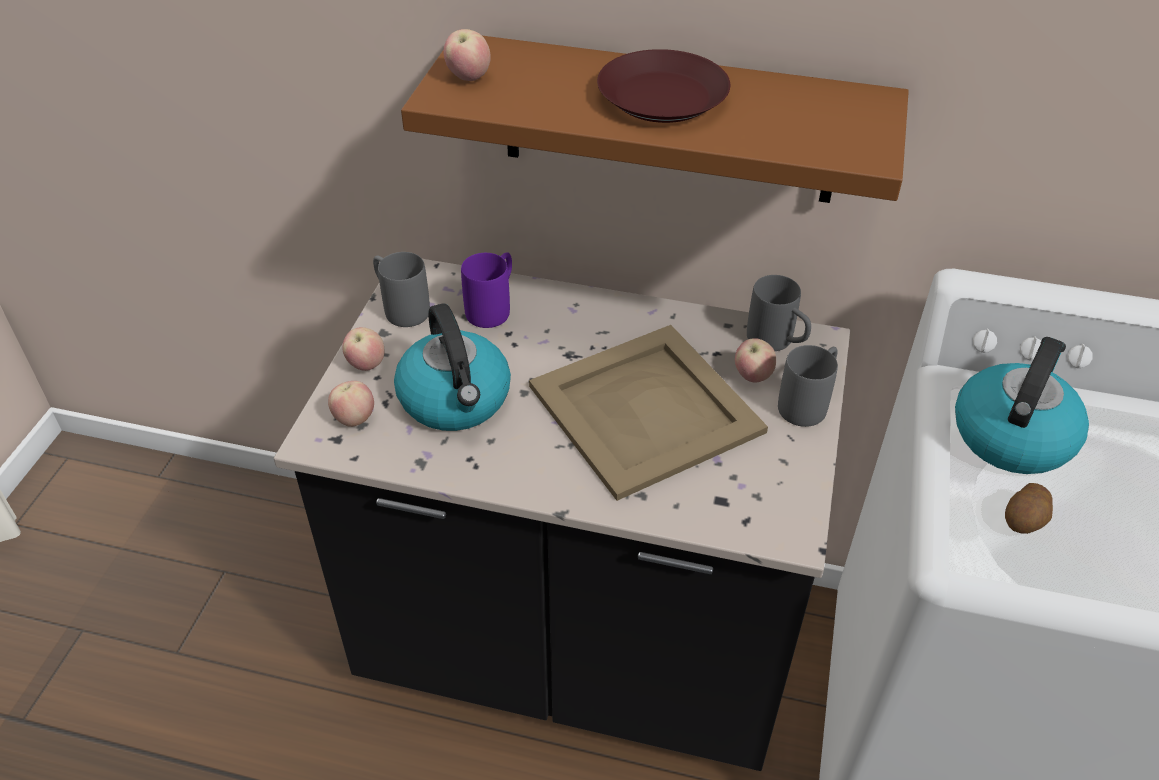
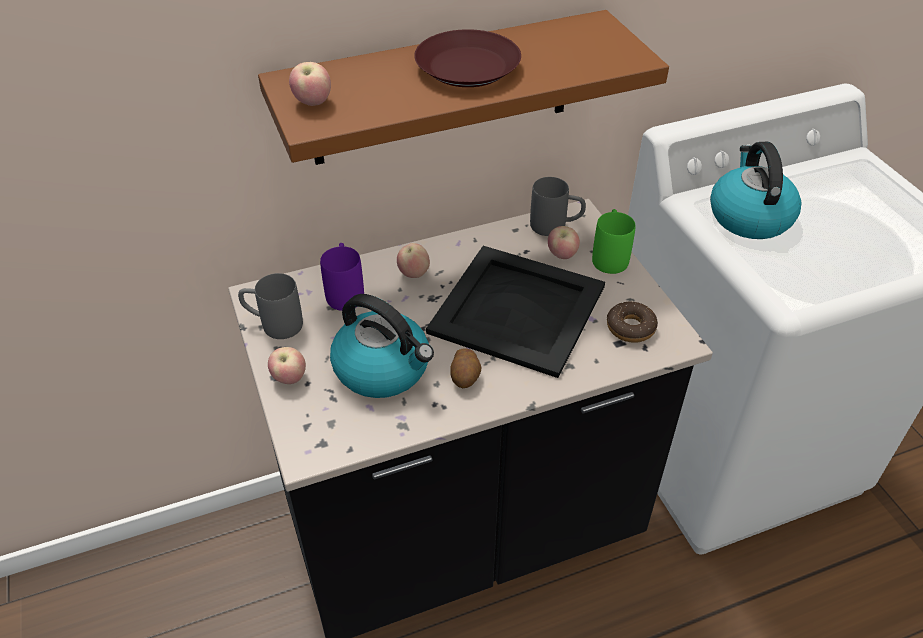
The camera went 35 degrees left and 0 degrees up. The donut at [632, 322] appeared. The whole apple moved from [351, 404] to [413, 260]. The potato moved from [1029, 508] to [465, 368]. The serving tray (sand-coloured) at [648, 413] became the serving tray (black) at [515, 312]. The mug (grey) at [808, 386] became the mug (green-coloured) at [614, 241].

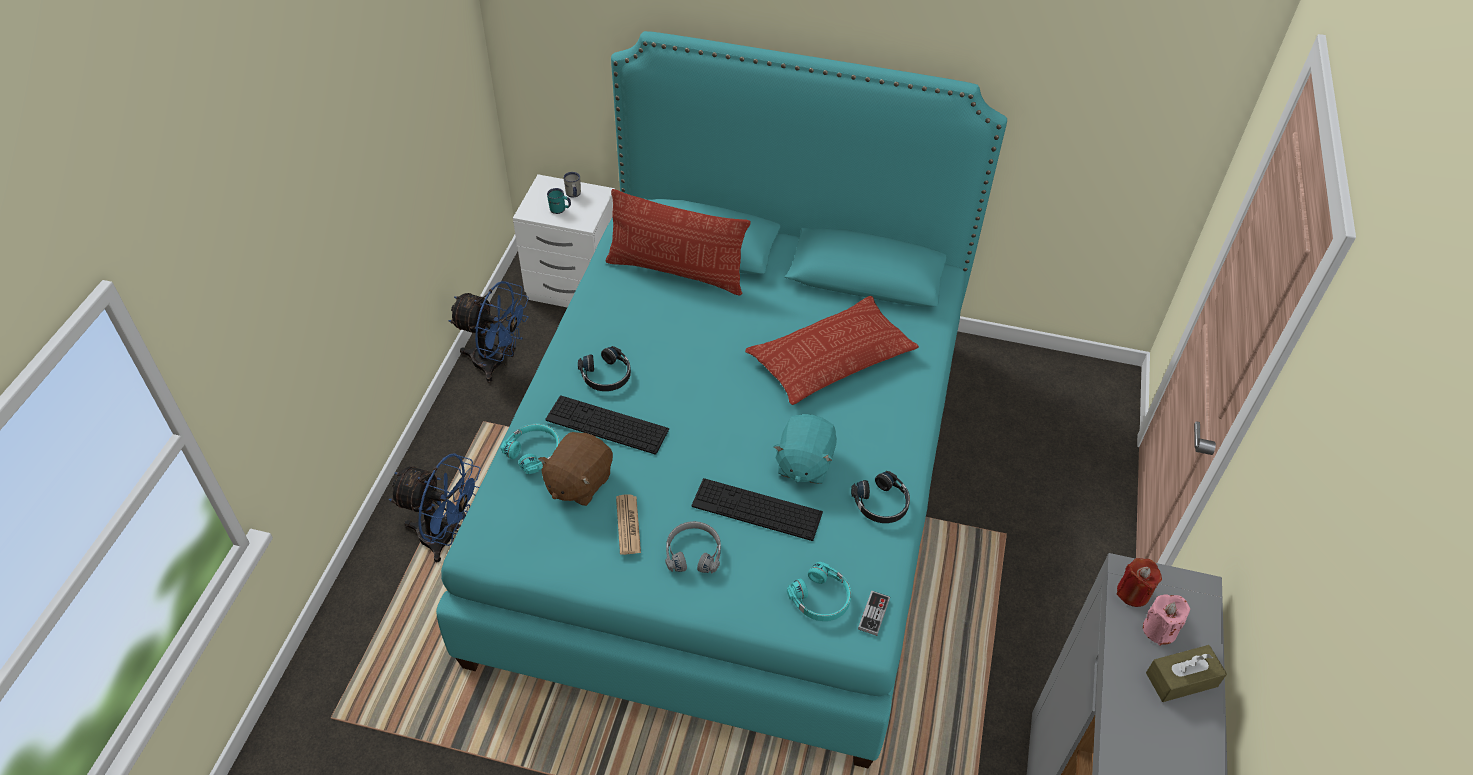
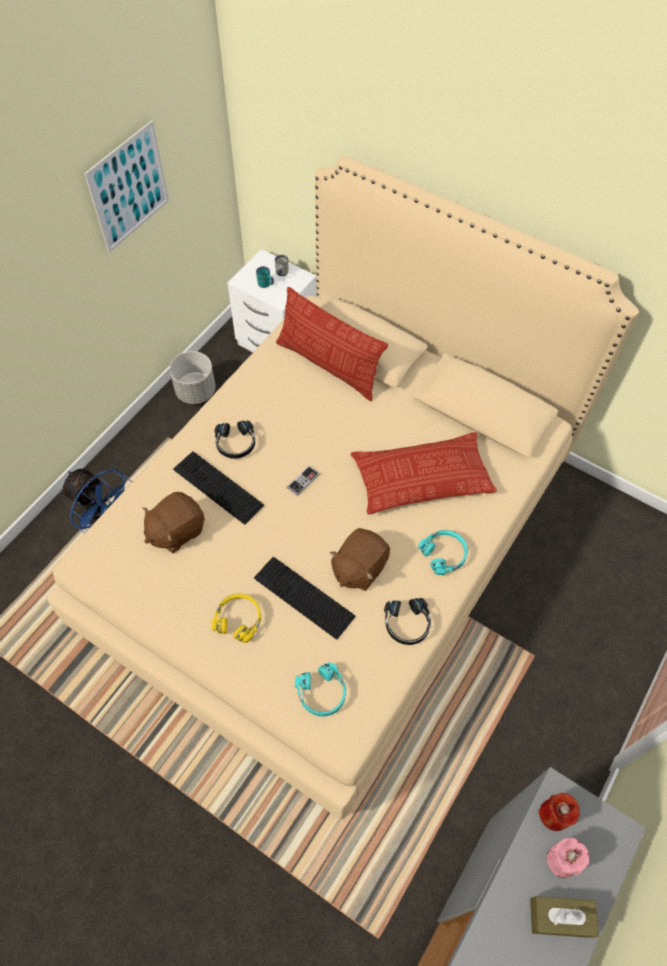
The camera went 20 degrees right and 10 degrees up. The printed paper at [628, 524] disappeared. The wall picture at [126, 186] appeared. The pair of headphones (turquoise) moved from [530, 449] to [443, 552]. The game controller moved from [874, 613] to [303, 481]. The cooling fan (bluish) at [488, 332] was replaced by the flower pot (grey) at [192, 377]. The sleeping bed (turquoise) at [721, 399] became the sleeping bed (sand-coloured) at [343, 488]. The pair of headphones (grey) at [693, 547] became the pair of headphones (yellow-coloured) at [236, 618]. The soft toy (turquoise) at [805, 449] became the soft toy (brown-coloured) at [360, 559].

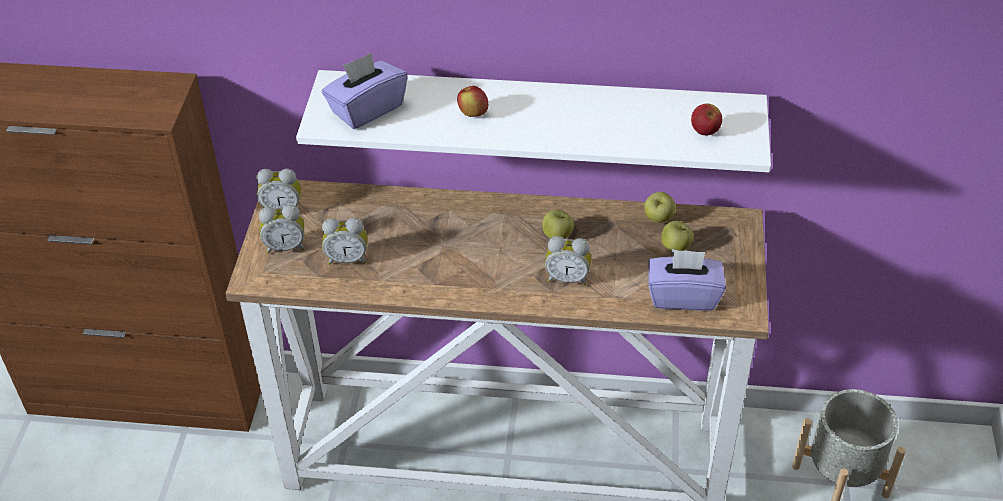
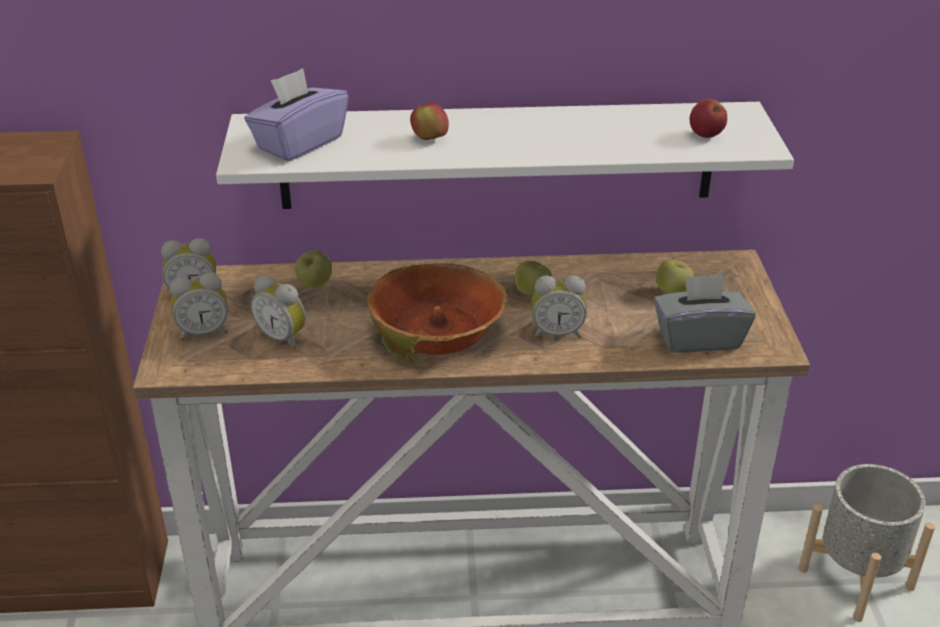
The camera went 10 degrees left and 10 degrees down. The bowl at [438, 312] appeared. The whole apple moved from [660, 207] to [313, 268]. The tissue box (purple) at [687, 280] became the tissue box (grey) at [705, 314]. The bedside clock at [344, 241] turned 45 degrees clockwise.

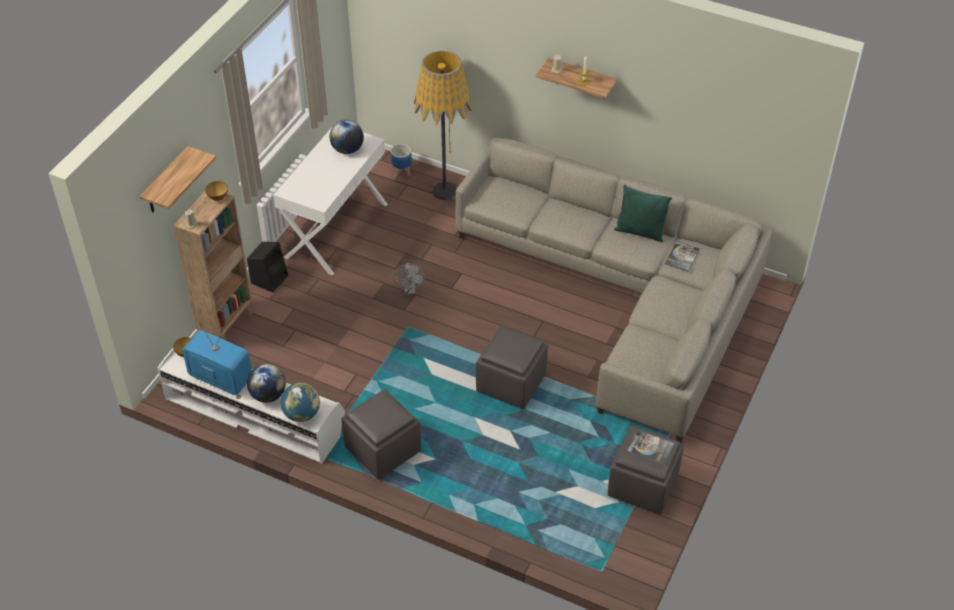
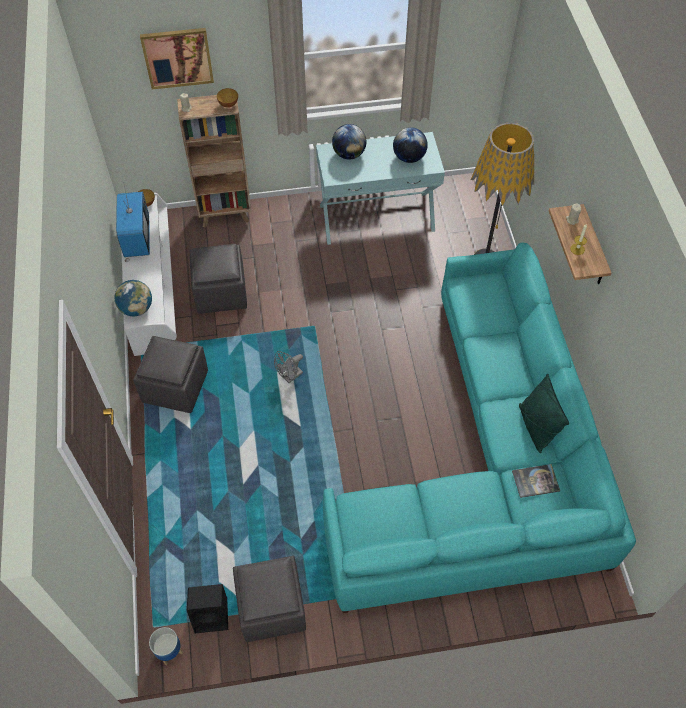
The camera went 55 degrees right and 10 degrees up. The bound book at [651, 447] disappeared. The loudspeaker (black) moved from [267, 267] to [207, 608]. The desk globe moved from [266, 383] to [349, 141]. The flower pot moved from [401, 160] to [166, 646]. The cooling fan (grey) moved from [409, 279] to [288, 367]. The ottoman (grey) moved from [512, 367] to [218, 279]. The shelf at [177, 179] was replaced by the wall picture at [177, 58]. The console table (white) at [330, 199] became the console table (turquoise) at [380, 188]. The sofa (grey) at [613, 290] became the sofa (turquoise) at [479, 428].

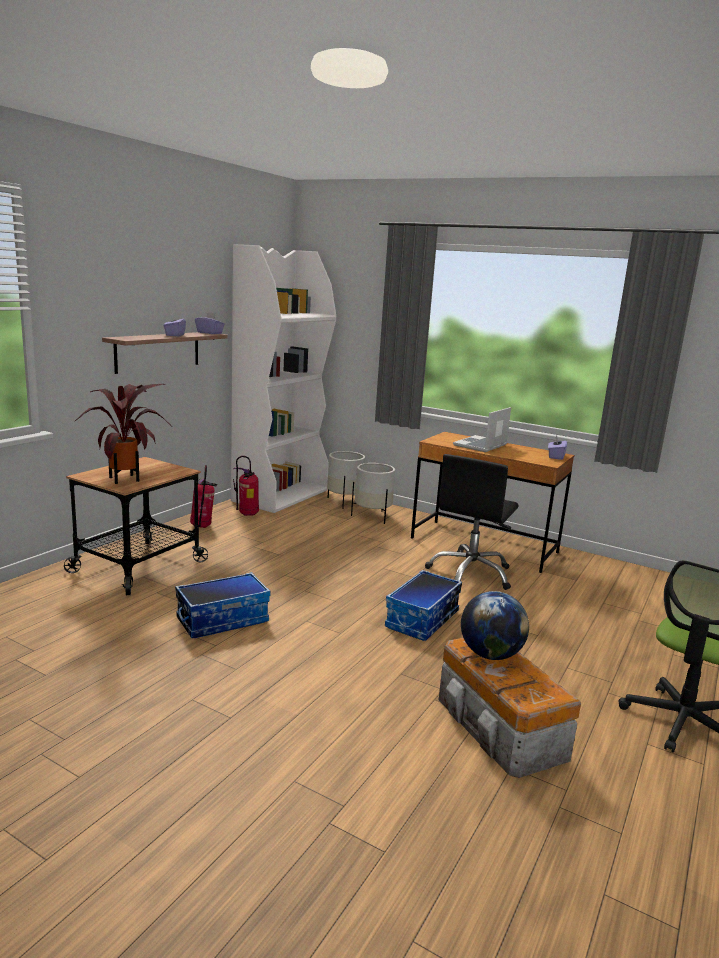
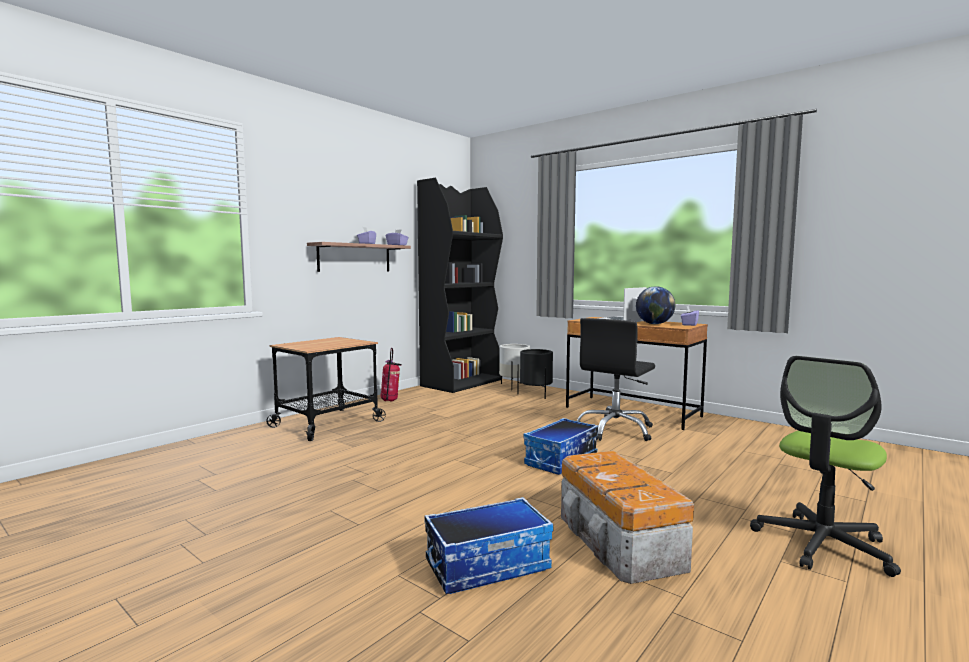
The camera went 10 degrees right and 10 degrees down. The houseplant at [121, 434] disappeared. The fire extinguisher at [246, 486] disappeared. The storage container moved from [222, 605] to [488, 545]. The desk globe moved from [495, 625] to [655, 305]. The bookshelf (white) at [283, 378] became the bookshelf (black) at [460, 285]. The flower pot (white) at [373, 493] became the flower pot (black) at [535, 374].

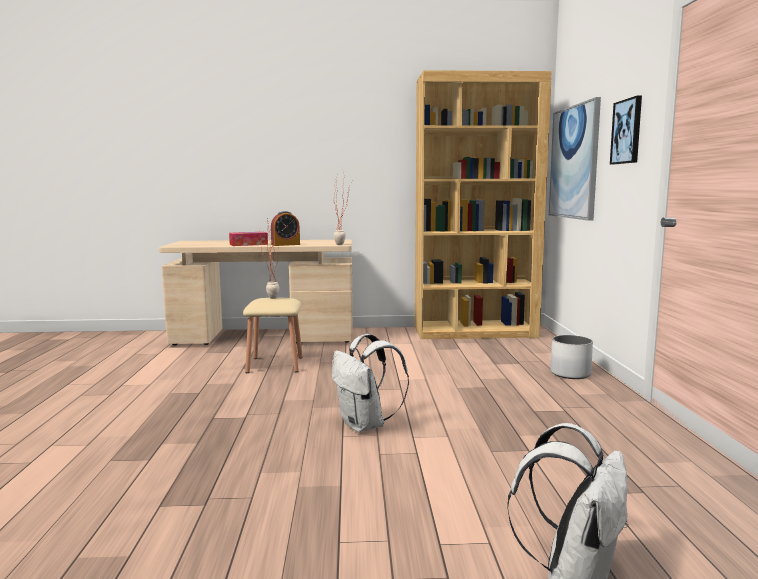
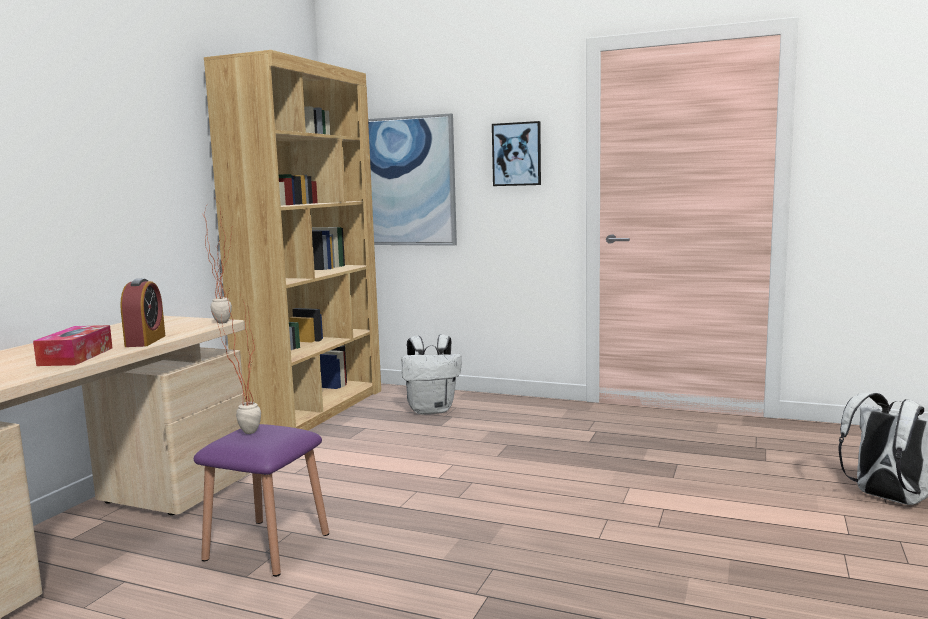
The camera went 65 degrees left and 0 degrees up. The flower pot (white) at [571, 357] disappeared. The rucksack (white) moved from [370, 383] to [431, 374]. The stool (sand-coloured) at [273, 335] became the stool (purple) at [261, 500].

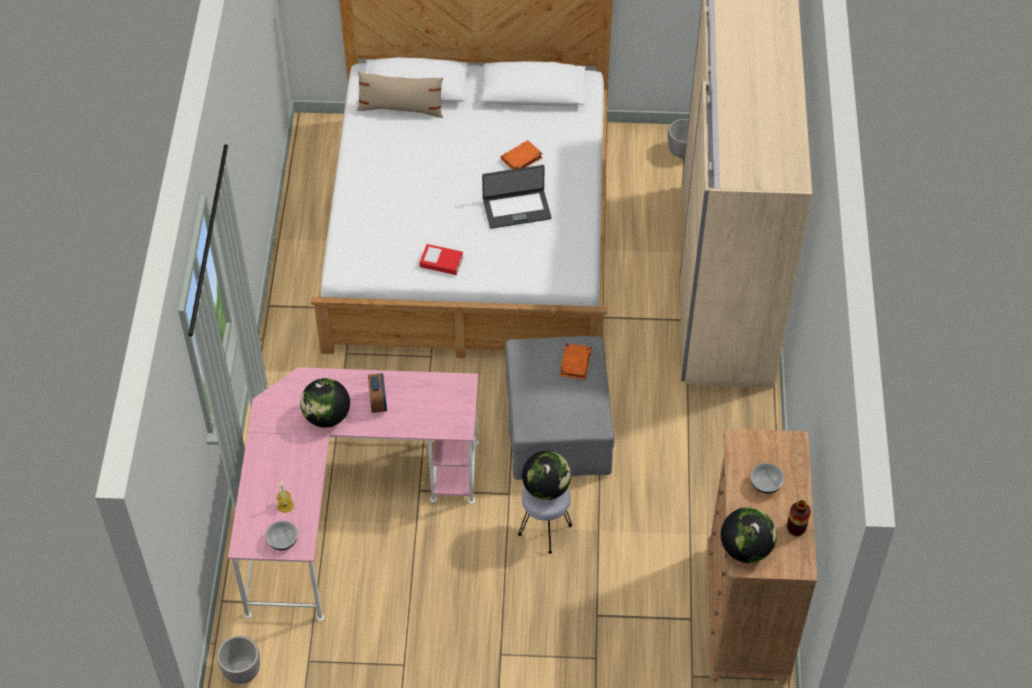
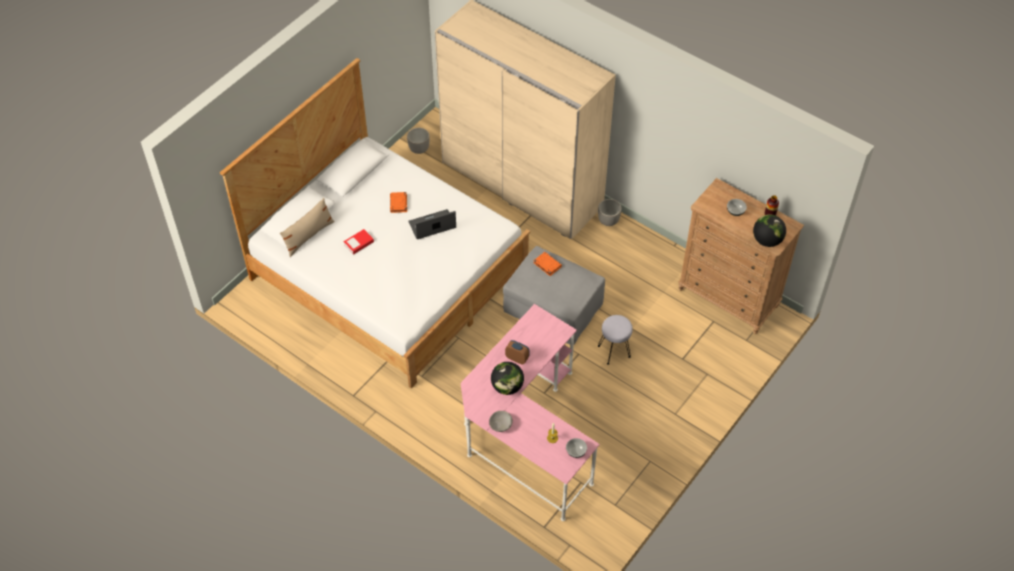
The camera went 55 degrees left and 0 degrees up. The desk globe at [546, 475] disappeared. The bowl (grey) at [501, 421] appeared. The flower pot moved from [238, 660] to [610, 212]. The bound book moved from [441, 259] to [358, 242]. The notebook computer at [517, 197] turned 135 degrees counterclockwise.

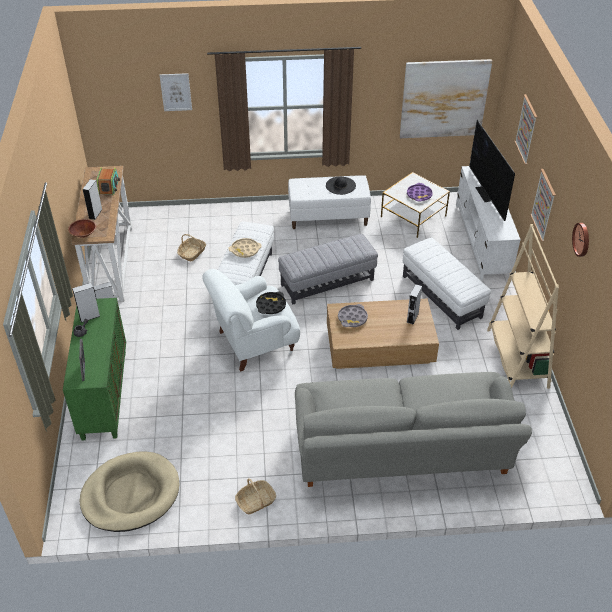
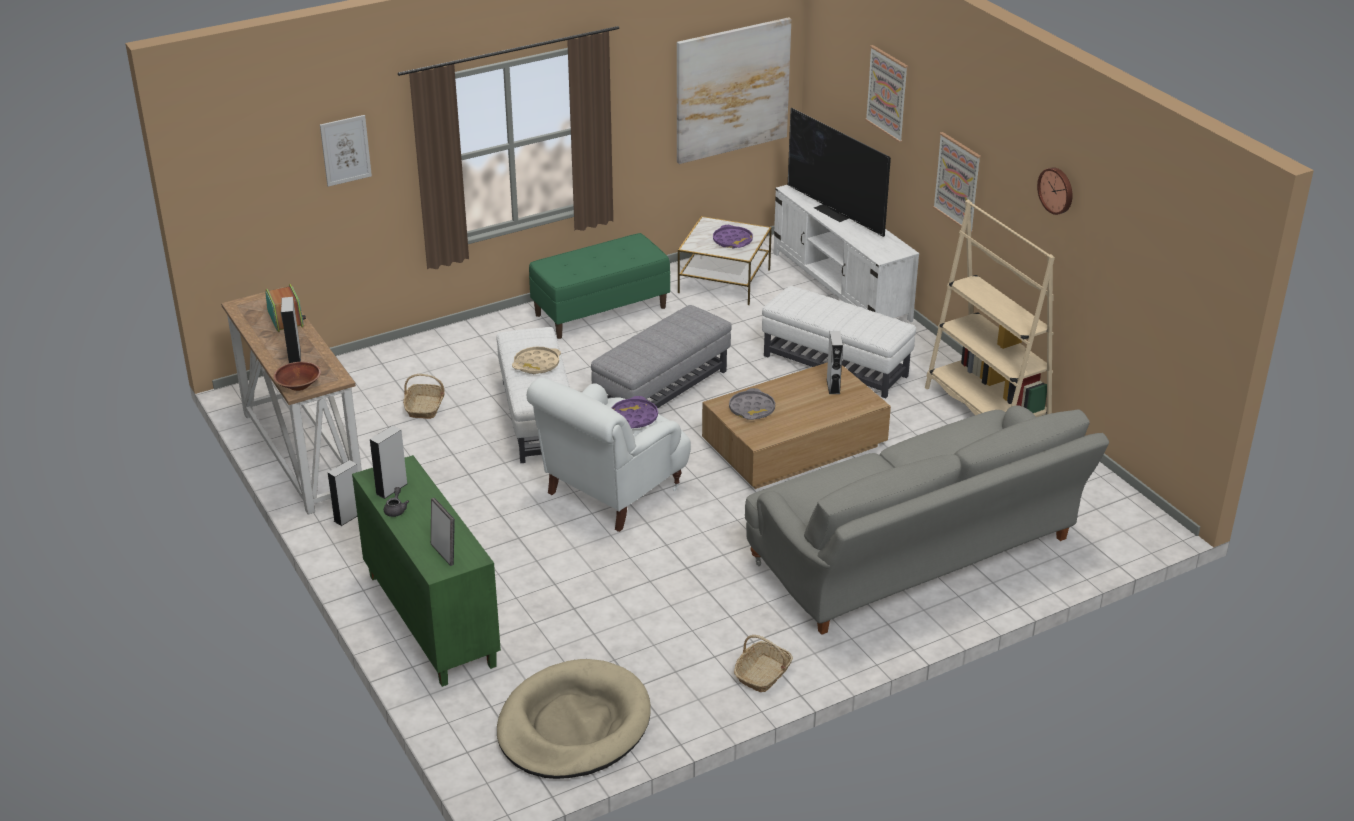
The camera went 25 degrees left and 10 degrees down. The wearable hat (black) at [341, 186] disappeared. The serving tray (black) at [271, 303] became the serving tray (purple) at [635, 412]. The long seat (white) at [329, 202] became the long seat (green-coloured) at [599, 286].

